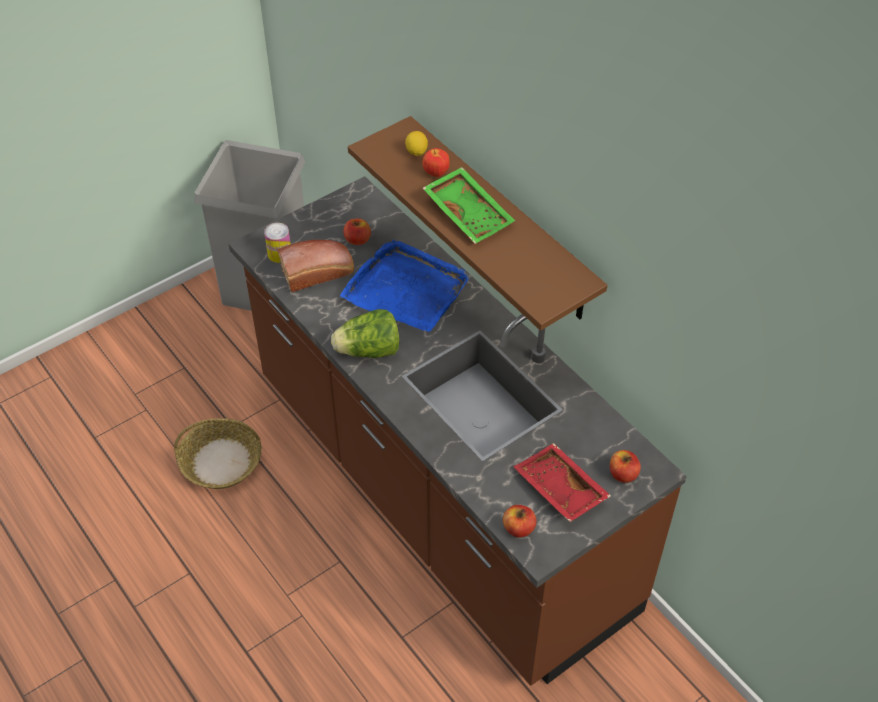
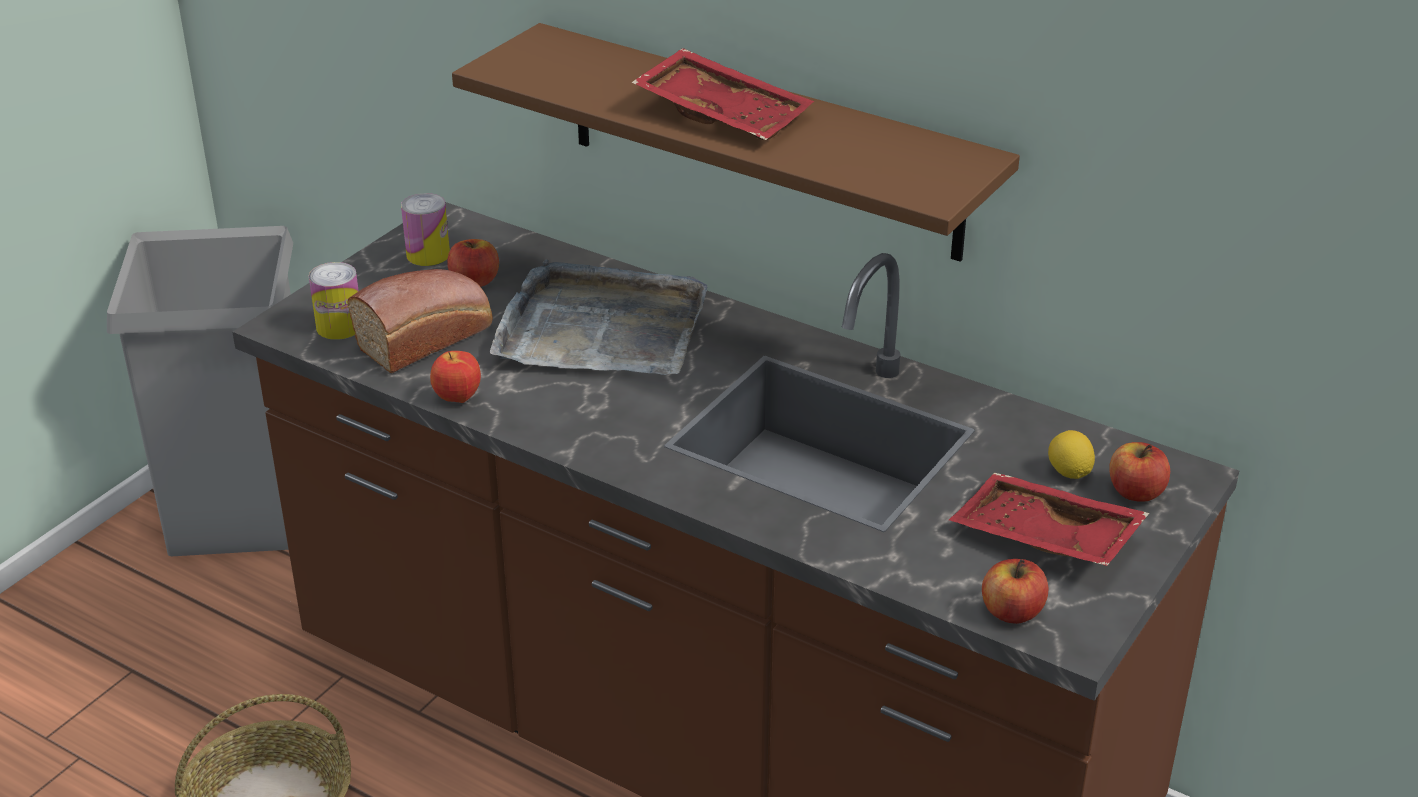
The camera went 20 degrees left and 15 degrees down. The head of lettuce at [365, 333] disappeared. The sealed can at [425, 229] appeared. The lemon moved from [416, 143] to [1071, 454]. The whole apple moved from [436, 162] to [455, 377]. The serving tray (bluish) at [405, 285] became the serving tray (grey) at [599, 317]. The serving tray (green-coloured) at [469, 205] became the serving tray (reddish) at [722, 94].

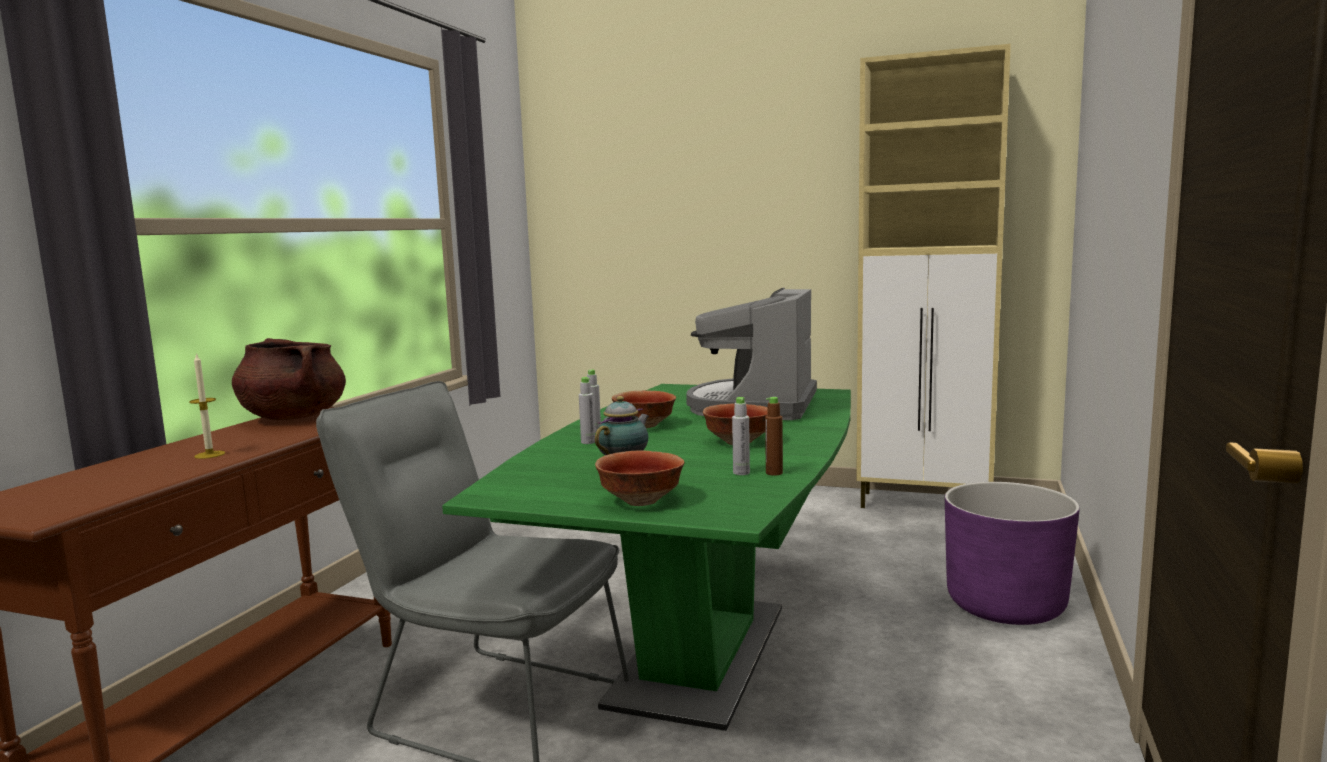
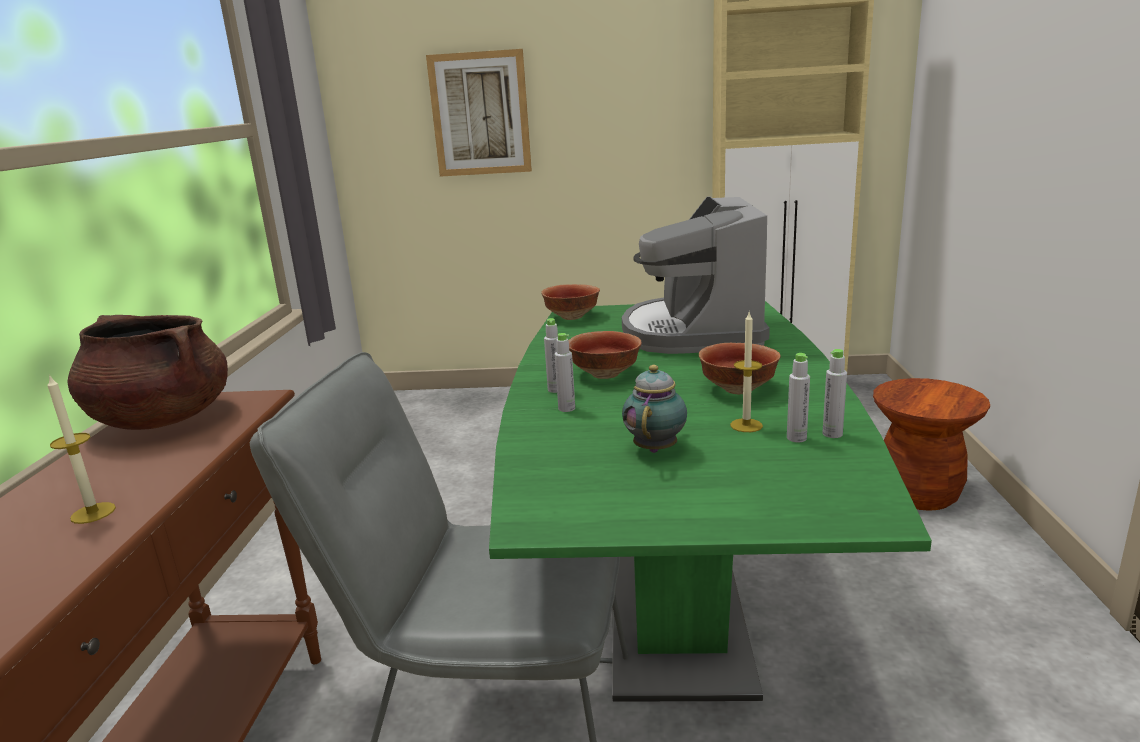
The camera went 15 degrees left and 10 degrees up. The wall picture at [479, 113] appeared. The wax candle at [746, 372] appeared. The bowl moved from [640, 478] to [570, 302]. The flower pot (purple) at [1012, 553] was replaced by the stool (brown-coloured) at [931, 444]. The beverage bottle (brown-coloured) at [774, 436] became the beverage bottle (grey) at [834, 393].

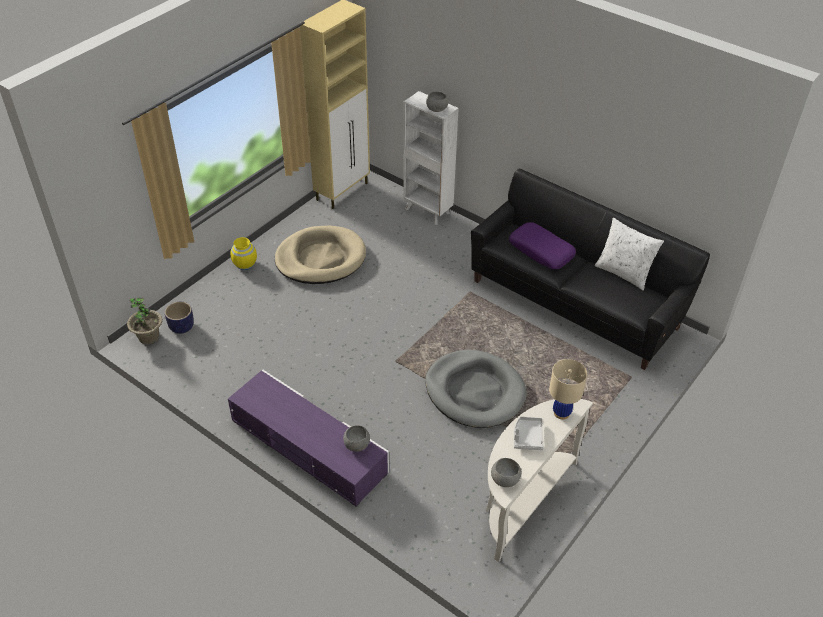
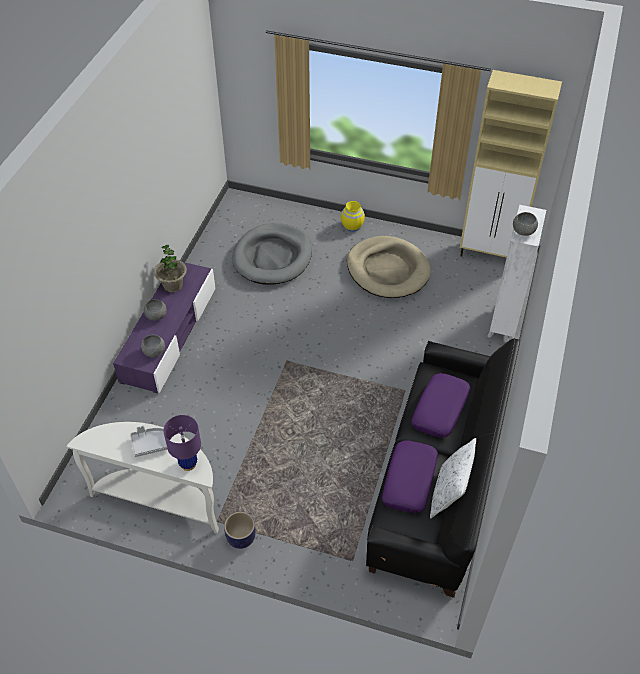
The camera went 70 degrees right and 5 degrees up. The pillow (purple) at [410, 476] appeared. The houseplant moved from [144, 321] to [170, 268]. The flower pot moved from [179, 318] to [240, 530]. The pet bed (grey) moved from [476, 389] to [272, 254]. The bowl (grey) moved from [506, 472] to [155, 310]. The tabletop lamp (sand-coloured) at [568, 389] became the tabletop lamp (purple) at [182, 443].

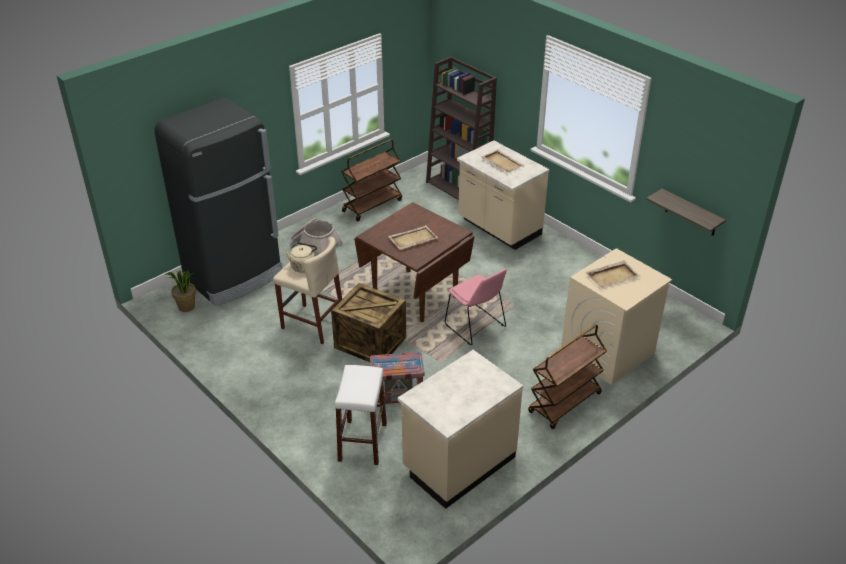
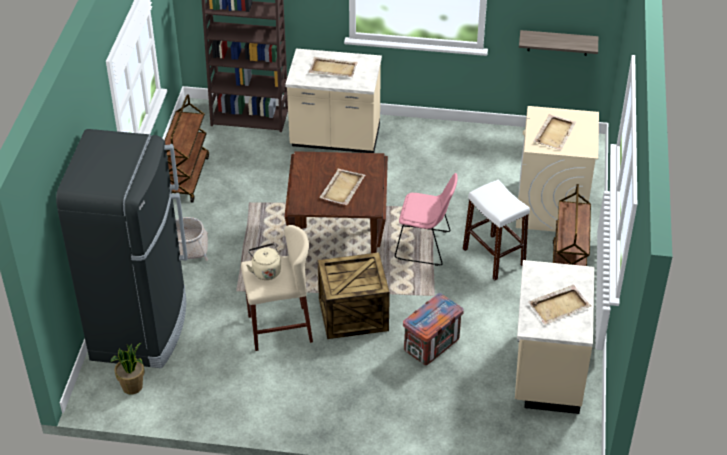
The camera went 40 degrees left and 5 degrees up. The serving tray (sand-coloured) at [559, 305] appeared. The stool (white) moved from [361, 415] to [496, 230].

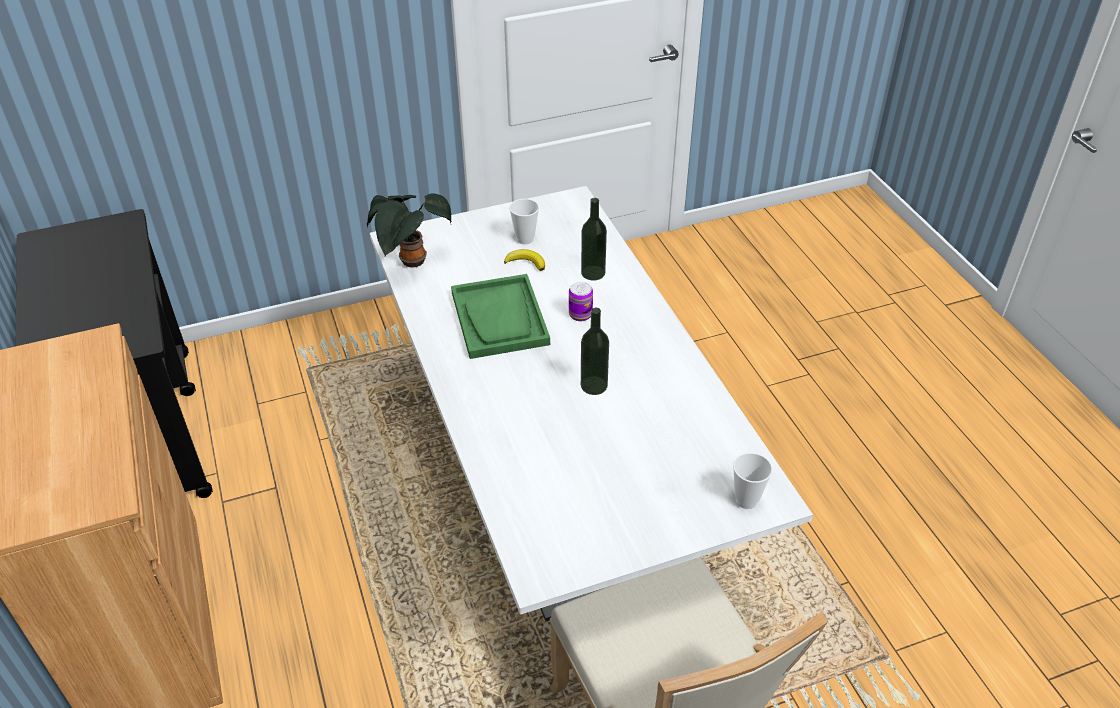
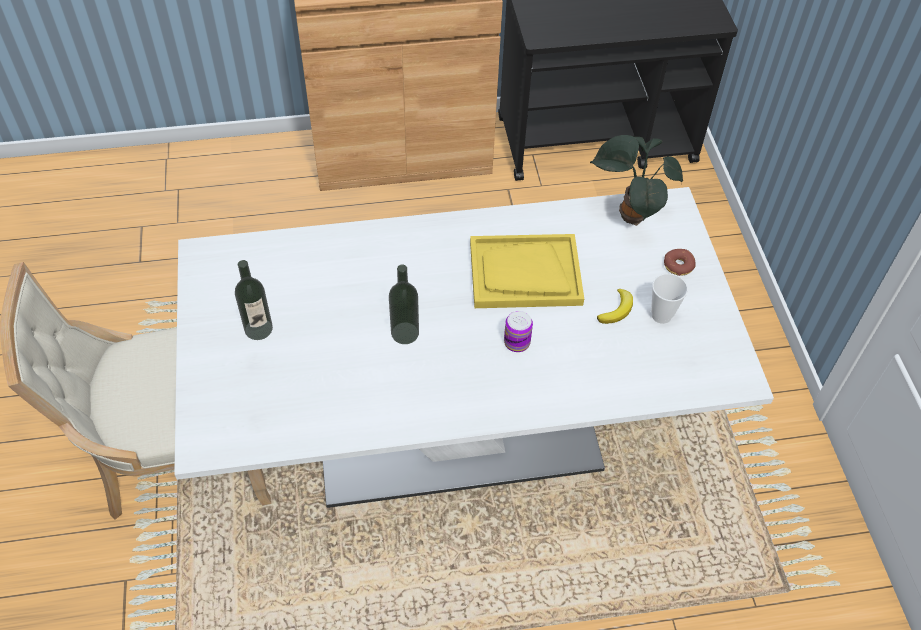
The camera went 100 degrees right and 10 degrees up. The small cup at [753, 481] disappeared. The donut at [680, 262] appeared. The beverage bottle moved from [594, 239] to [254, 300]. The serving tray (green-coloured) at [500, 316] became the serving tray (yellow-coloured) at [527, 271].

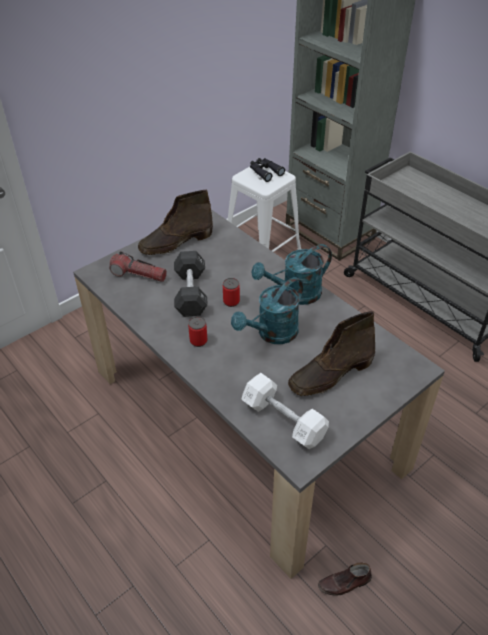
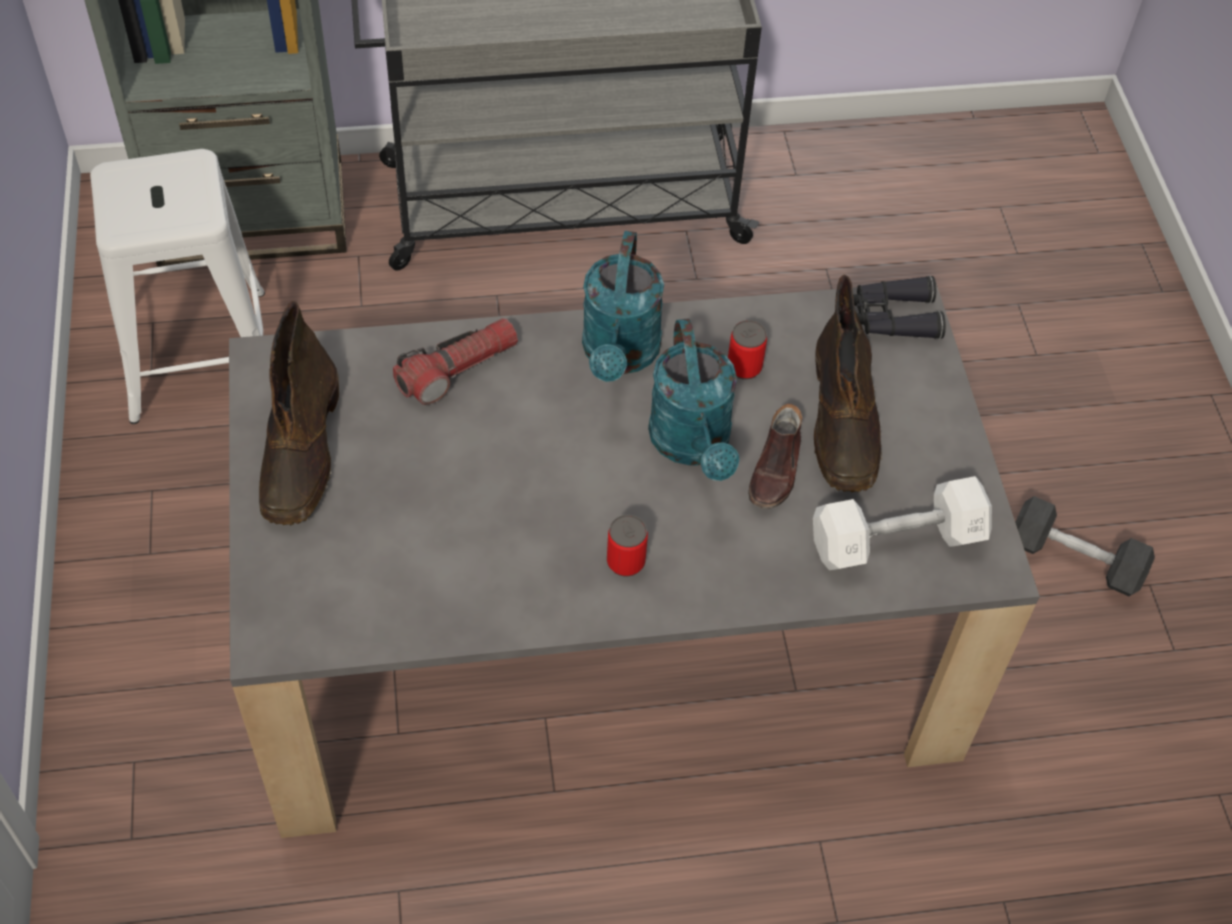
The camera went 60 degrees left and 10 degrees up. The hand torch moved from [138, 266] to [455, 361]. The free weight (black) moved from [191, 284] to [1085, 546]. The sealed can moved from [231, 292] to [747, 350]. The pair of binoculars (black) moved from [267, 170] to [899, 307]. The item of footwear (brown-coloured) moved from [345, 579] to [775, 456].

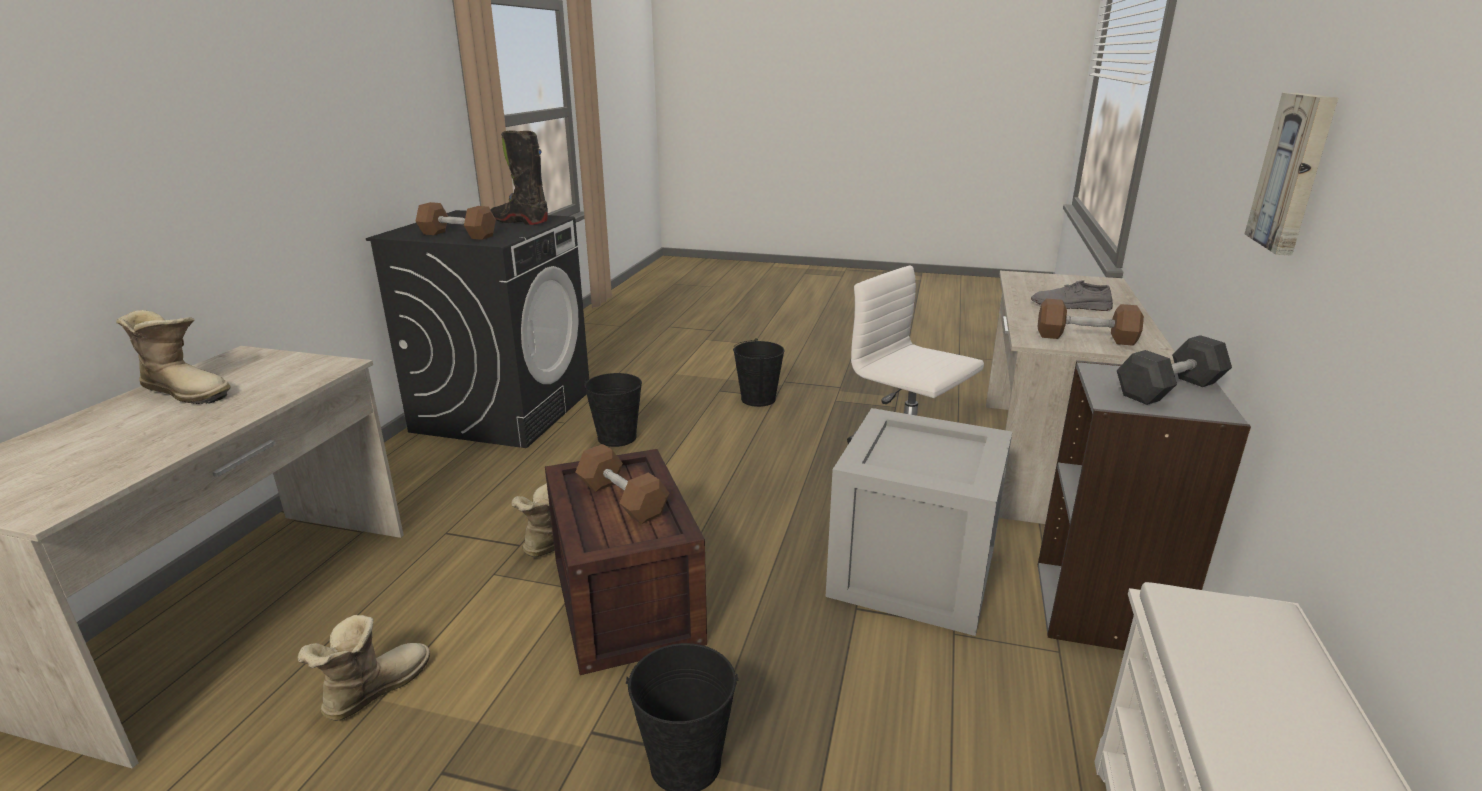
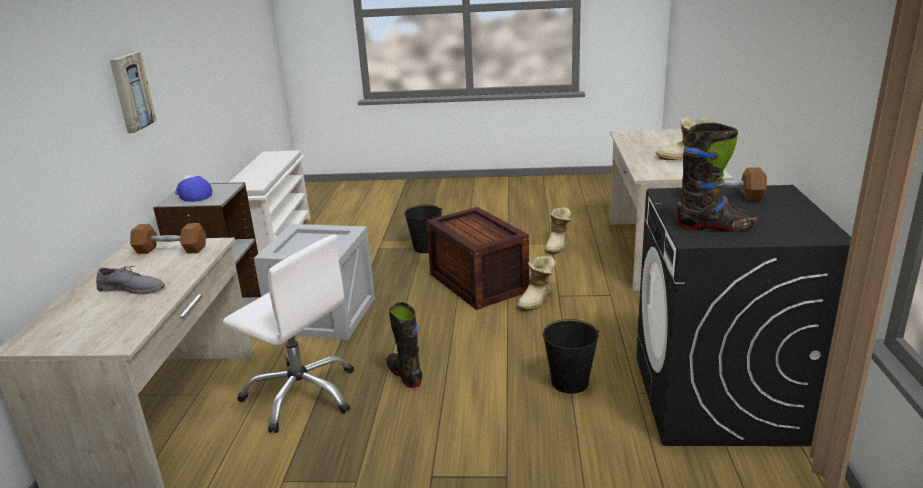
The camera went 170 degrees right and 0 degrees up. The free weight (brown-coloured) at [622, 484] disappeared. The bucket (black) at [758, 372] disappeared. The boot (black) at [405, 345] appeared. The free weight (grey) at [1174, 370] was replaced by the cap at [193, 188].

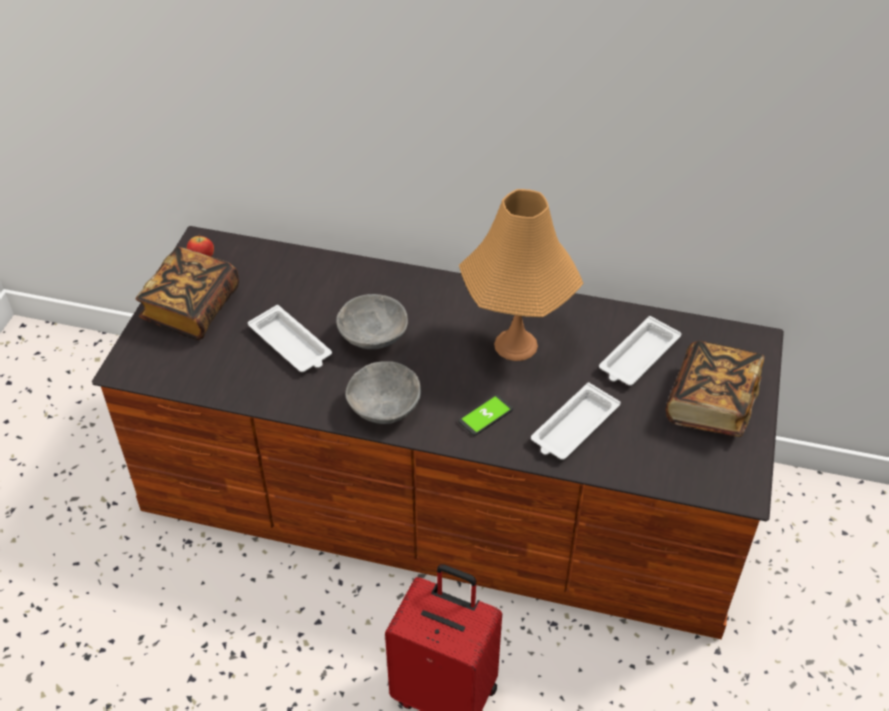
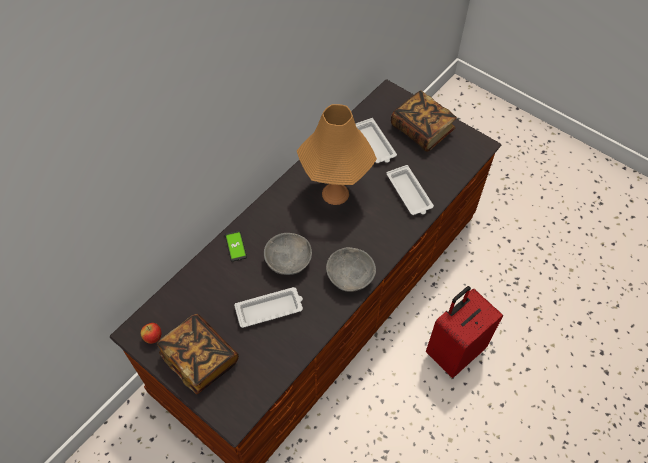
The camera went 65 degrees left and 10 degrees up. The telephone moved from [485, 415] to [236, 246].

